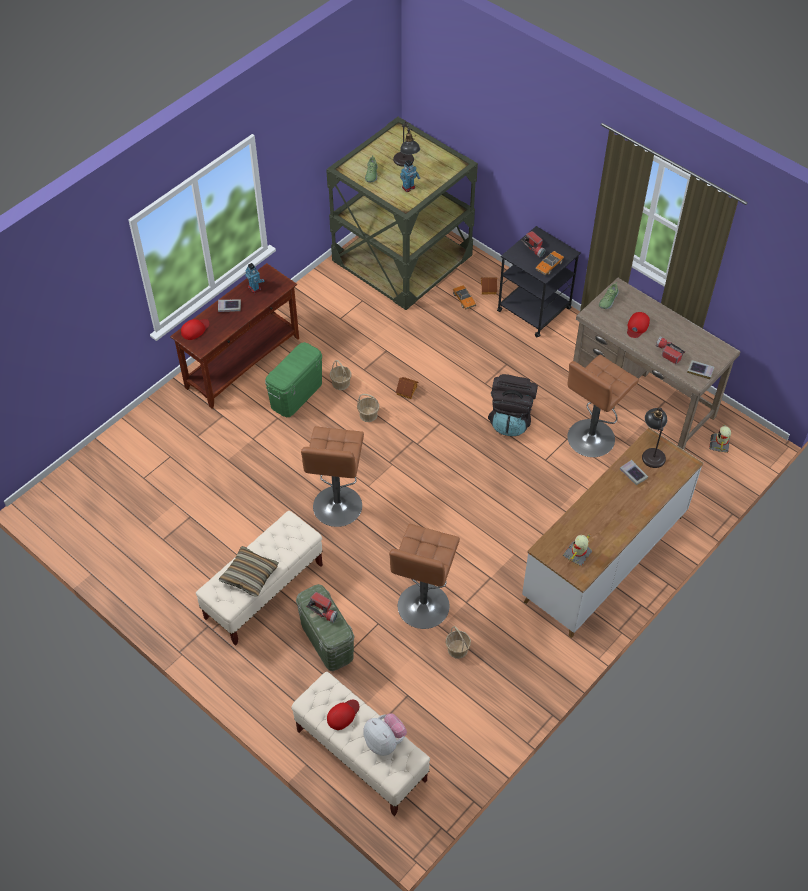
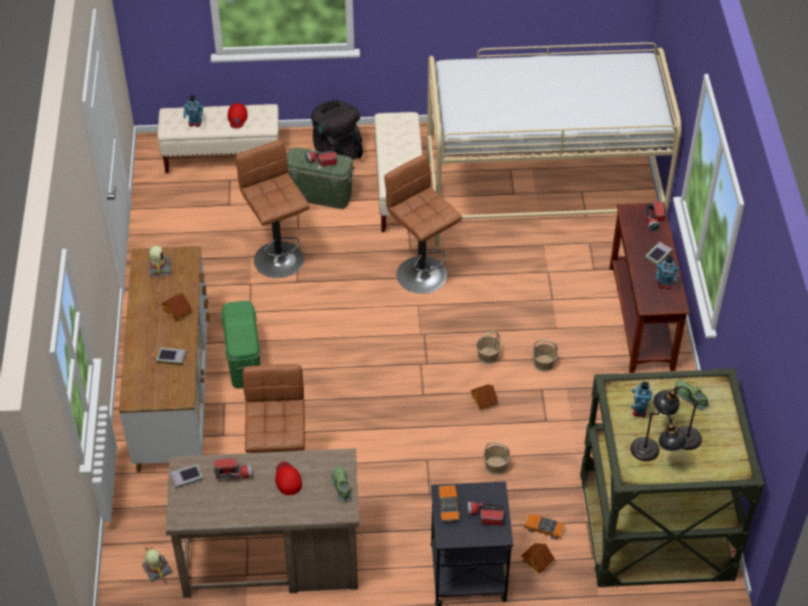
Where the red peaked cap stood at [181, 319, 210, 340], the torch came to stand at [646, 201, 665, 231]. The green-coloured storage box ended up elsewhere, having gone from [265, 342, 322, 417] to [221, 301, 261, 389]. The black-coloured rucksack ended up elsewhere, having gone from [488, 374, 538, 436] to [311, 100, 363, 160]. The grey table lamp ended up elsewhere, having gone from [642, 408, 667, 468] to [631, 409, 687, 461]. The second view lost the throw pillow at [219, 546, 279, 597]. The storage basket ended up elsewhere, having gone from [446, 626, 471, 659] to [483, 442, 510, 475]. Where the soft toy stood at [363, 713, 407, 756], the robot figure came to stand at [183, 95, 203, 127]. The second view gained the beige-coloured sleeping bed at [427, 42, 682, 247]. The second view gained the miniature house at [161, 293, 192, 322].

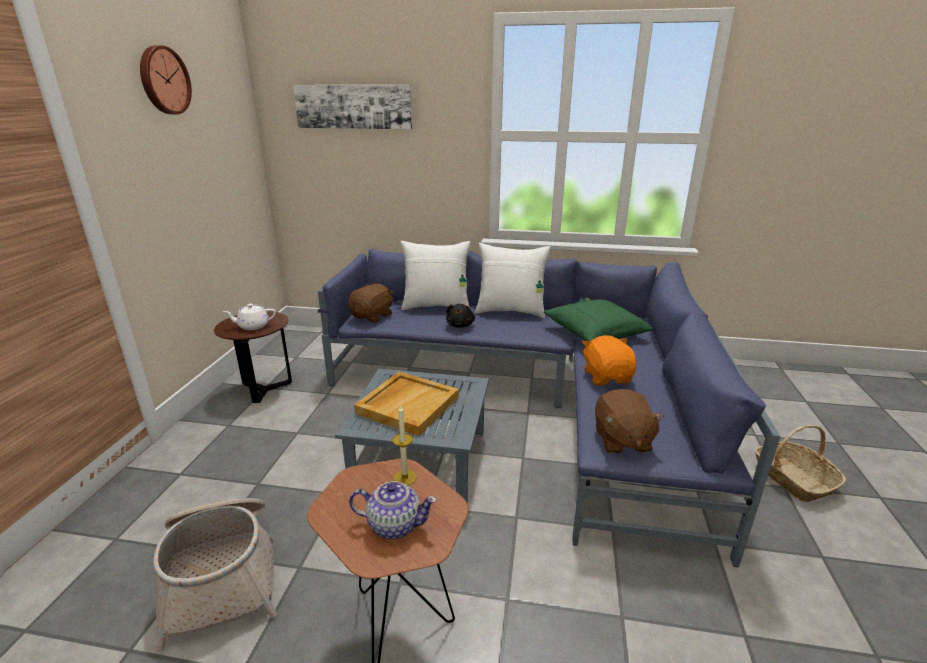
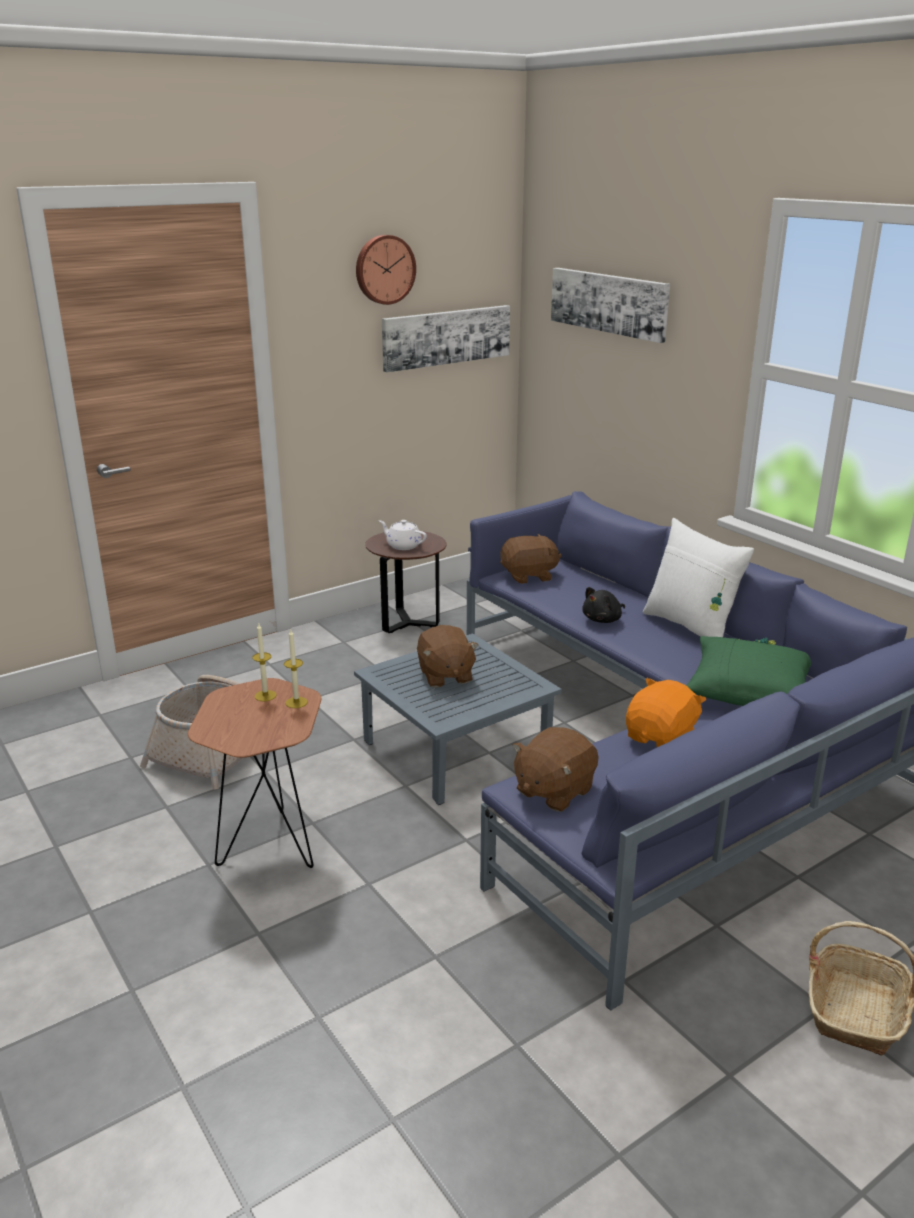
The second view lost the white throw pillow at [400, 241, 470, 310]. Where the beige-coloured carrying tray stood at [354, 372, 459, 436], the brown-coloured soft toy came to stand at [417, 625, 479, 688]. The second view lost the tea pot at [349, 481, 437, 539]. The second view gained the wall art at [382, 305, 510, 372]. The second view gained the wax light at [252, 624, 276, 701].

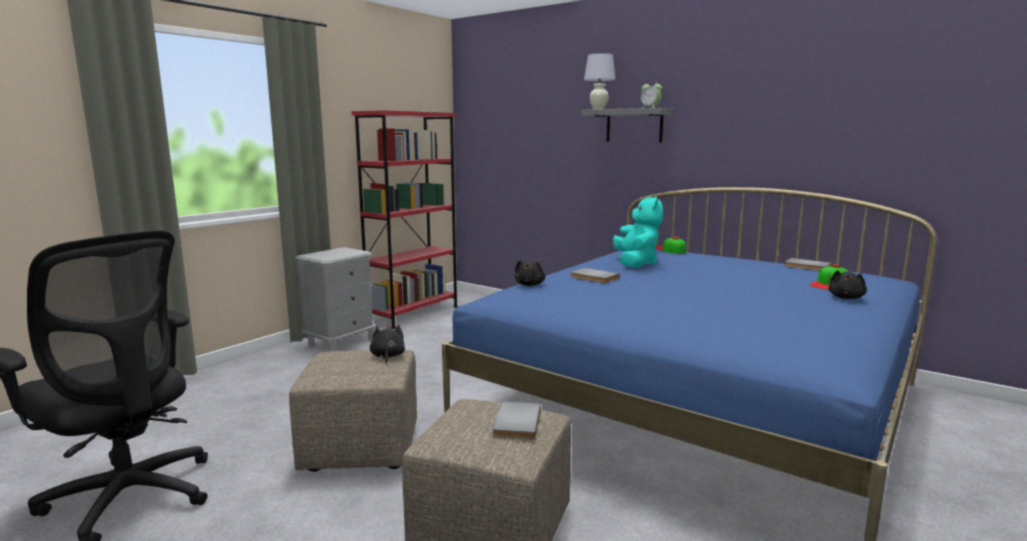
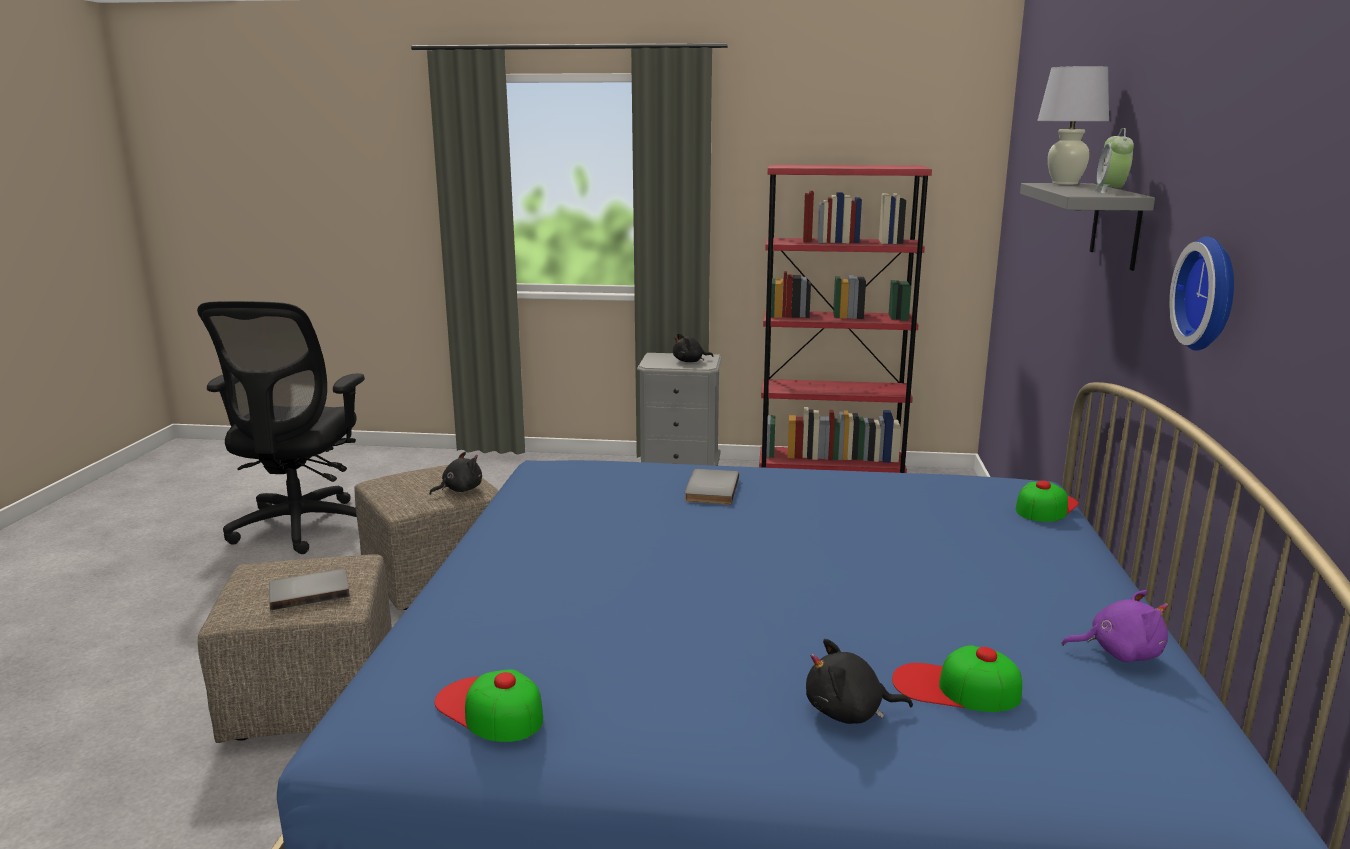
The second view lost the turquoise soft toy at [613, 195, 663, 268]. Where the grey volume stood at [785, 258, 832, 271], the purplish soft toy came to stand at [1062, 590, 1168, 662]. The black-coloured soft toy ended up elsewhere, having gone from [515, 260, 545, 286] to [673, 333, 714, 362]. The second view gained the hanging clock at [1169, 237, 1234, 351]. The second view gained the peaked cap at [434, 669, 543, 742].

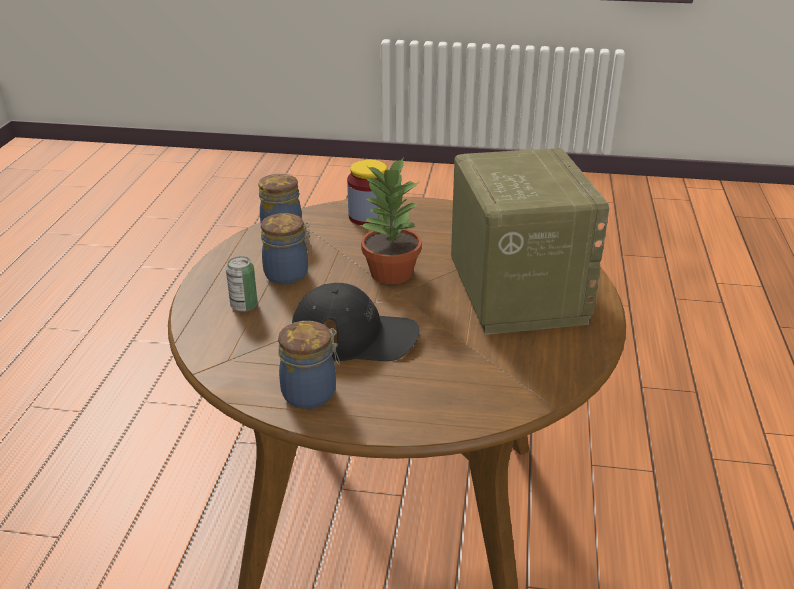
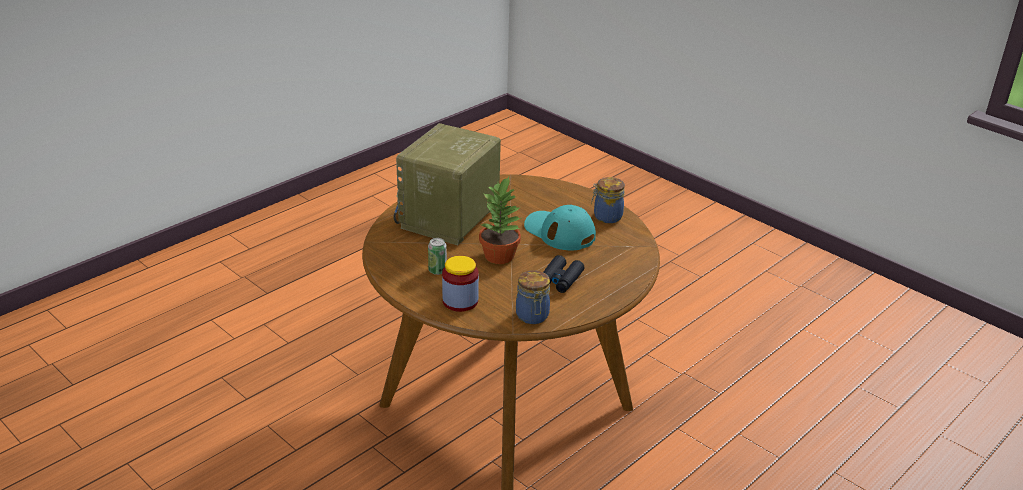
Where the preserve jar stood at [261, 213, 313, 285], the black-coloured field glasses came to stand at [543, 255, 584, 293]. The metal can ended up elsewhere, having gone from [226, 256, 258, 312] to [428, 238, 447, 275]. What was the black-coloured peaked cap at [292, 283, 420, 361] turned into the turquoise peaked cap at [524, 204, 596, 250].

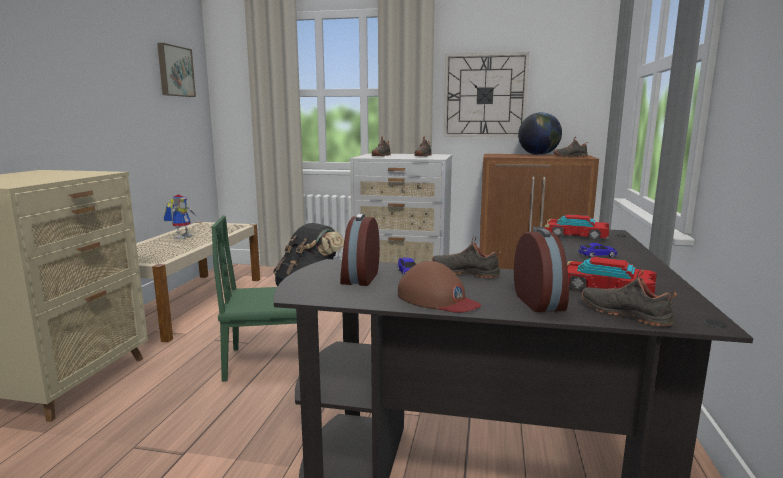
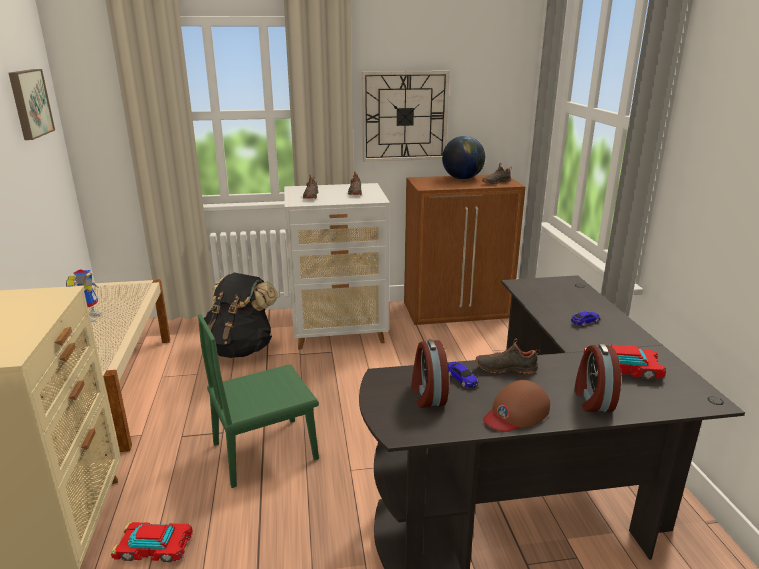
The toy car ended up elsewhere, having gone from [544, 214, 609, 240] to [111, 522, 193, 562]. The bedside clock at [514, 229, 569, 312] ended up facing another way, 150 degrees counterclockwise from before. The brown-coloured peaked cap at [398, 261, 481, 313] ended up facing another way, 120 degrees clockwise from before. The second view lost the black-coloured low shoe at [582, 270, 677, 327].

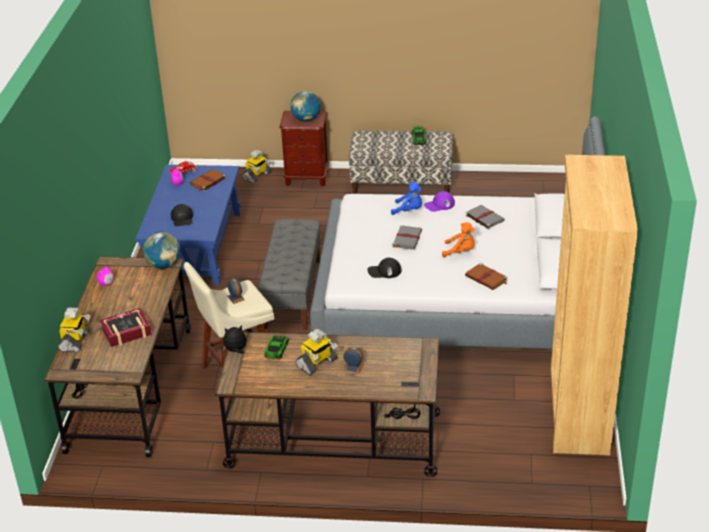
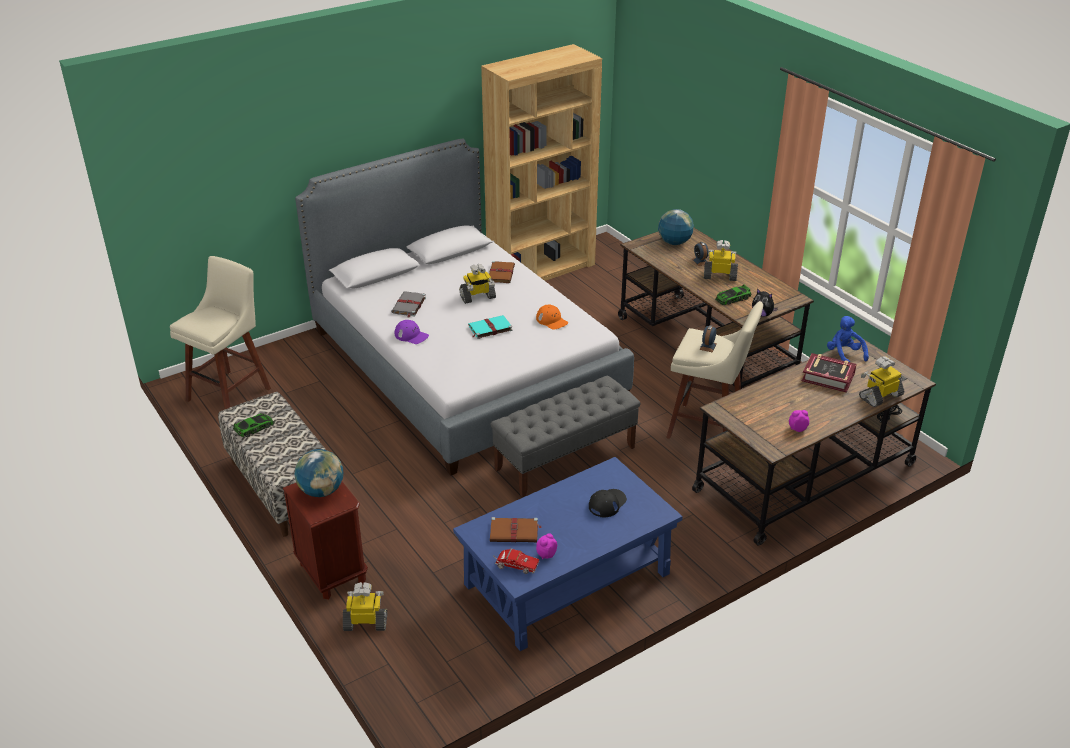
The bluish soft toy ended up elsewhere, having gone from [391, 182, 422, 215] to [827, 316, 869, 362]. Where the orange soft toy stood at [442, 222, 475, 257], the robot figure came to stand at [459, 264, 496, 304]. What was the grey volume at [392, 225, 422, 250] turned into the turquoise volume at [468, 315, 512, 339]. The globe ended up elsewhere, having gone from [143, 232, 180, 269] to [658, 209, 694, 245]. What was the black-coloured peaked cap at [367, 258, 401, 278] turned into the orange peaked cap at [536, 305, 568, 330]. The second view gained the beige-coloured sitting stool at [170, 256, 271, 409].

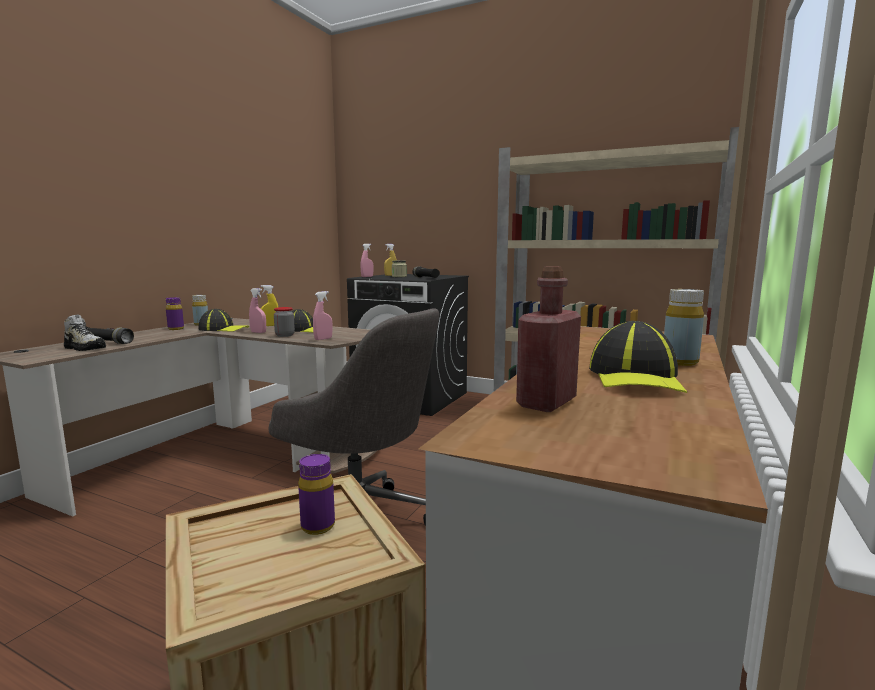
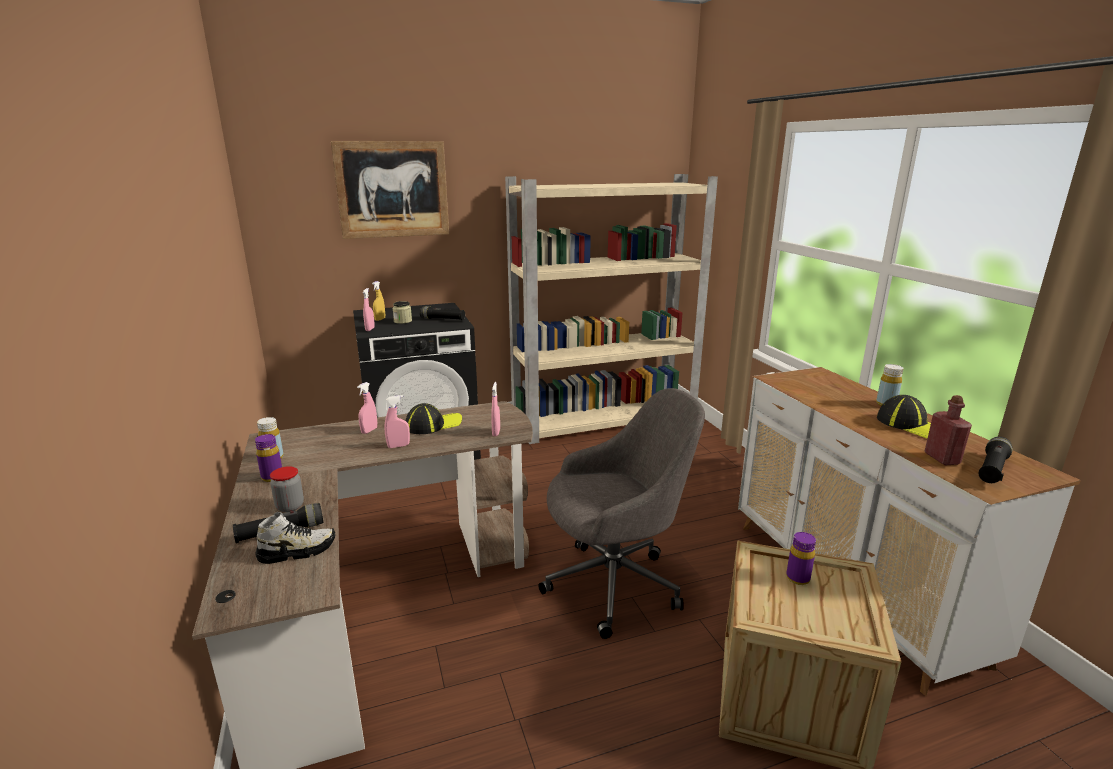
What was the yellow-coloured hand sprayer at [261, 285, 278, 326] turned into the pink hand sprayer at [357, 382, 377, 434]. The preserve jar ended up elsewhere, having gone from [274, 307, 295, 337] to [270, 466, 304, 512]. The second view lost the peaked cap at [199, 309, 249, 332]. The second view gained the wall art at [331, 141, 449, 239]. The second view gained the black-coloured torch at [979, 437, 1013, 483].

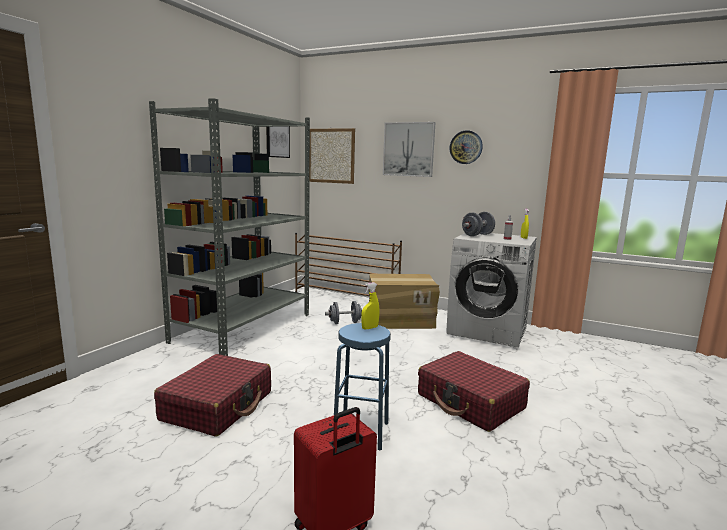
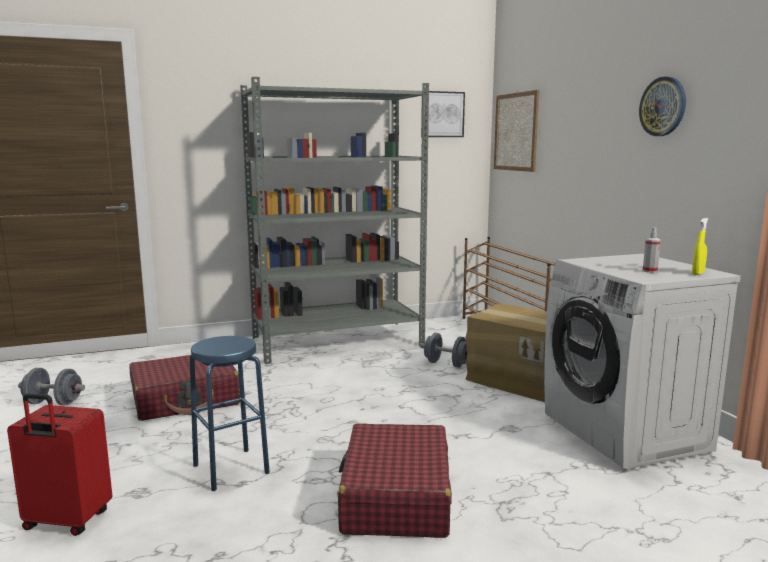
The second view lost the wall art at [383, 122, 436, 177]. The grey dumbbell ended up elsewhere, having gone from [462, 212, 495, 236] to [18, 368, 85, 405]. The second view lost the yellow-coloured hand sprayer at [361, 282, 379, 330].

